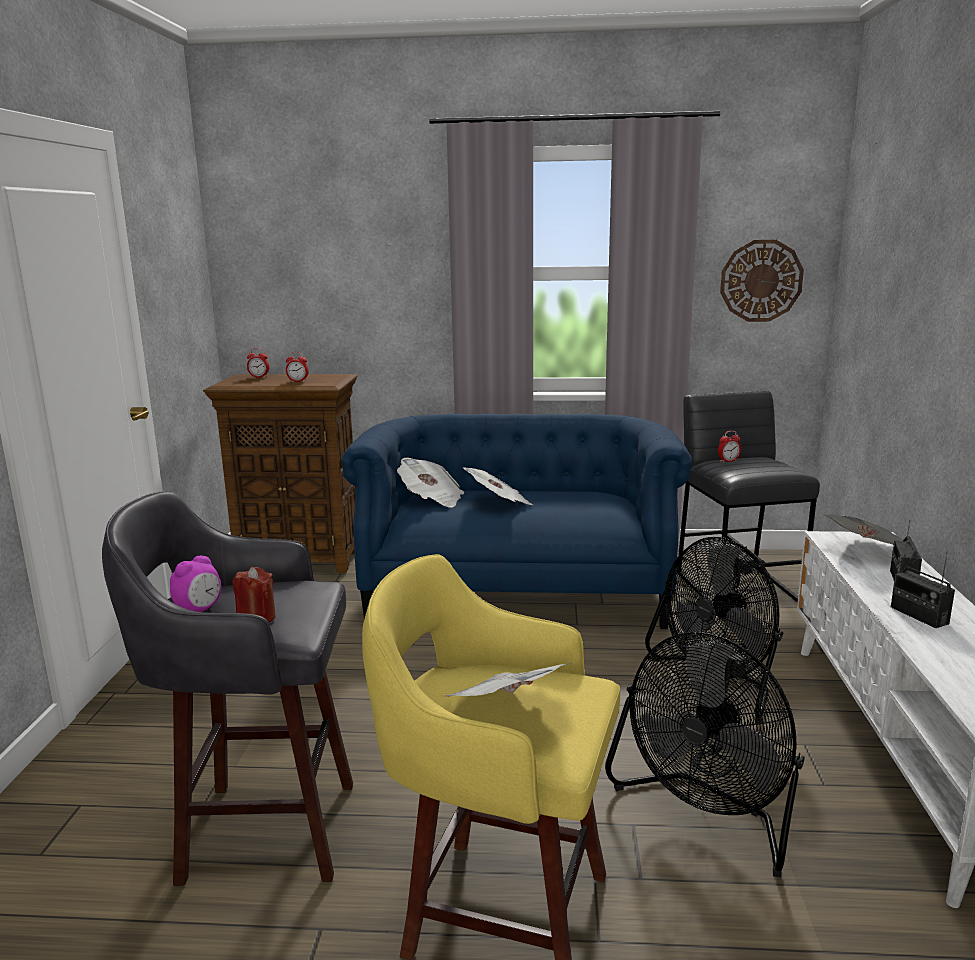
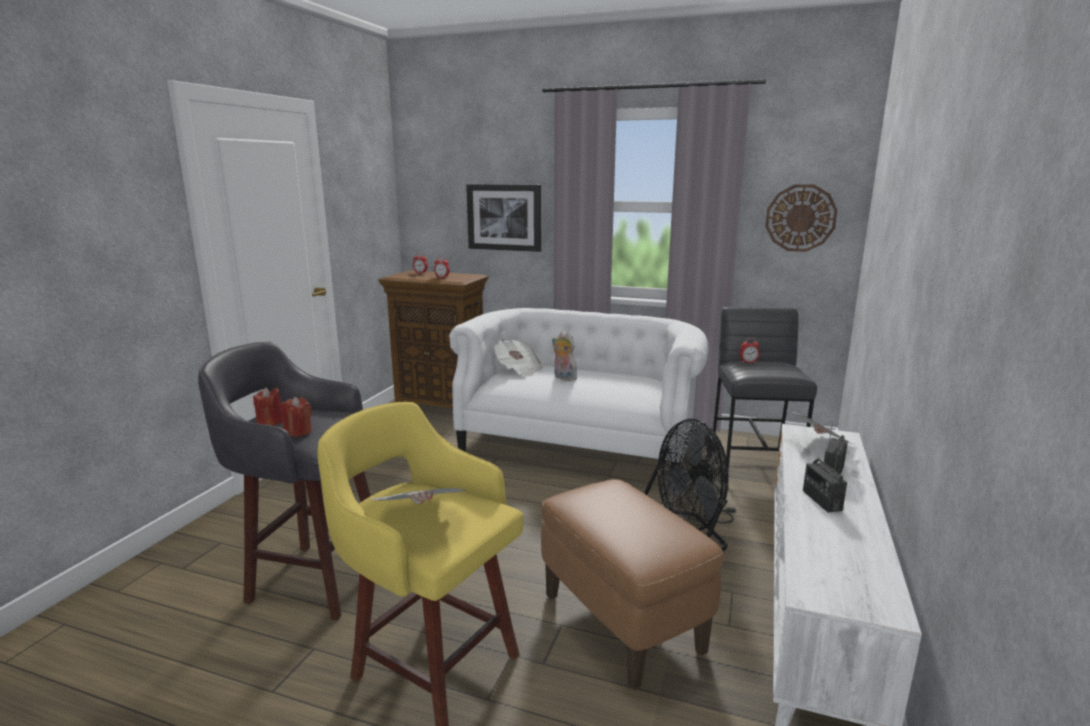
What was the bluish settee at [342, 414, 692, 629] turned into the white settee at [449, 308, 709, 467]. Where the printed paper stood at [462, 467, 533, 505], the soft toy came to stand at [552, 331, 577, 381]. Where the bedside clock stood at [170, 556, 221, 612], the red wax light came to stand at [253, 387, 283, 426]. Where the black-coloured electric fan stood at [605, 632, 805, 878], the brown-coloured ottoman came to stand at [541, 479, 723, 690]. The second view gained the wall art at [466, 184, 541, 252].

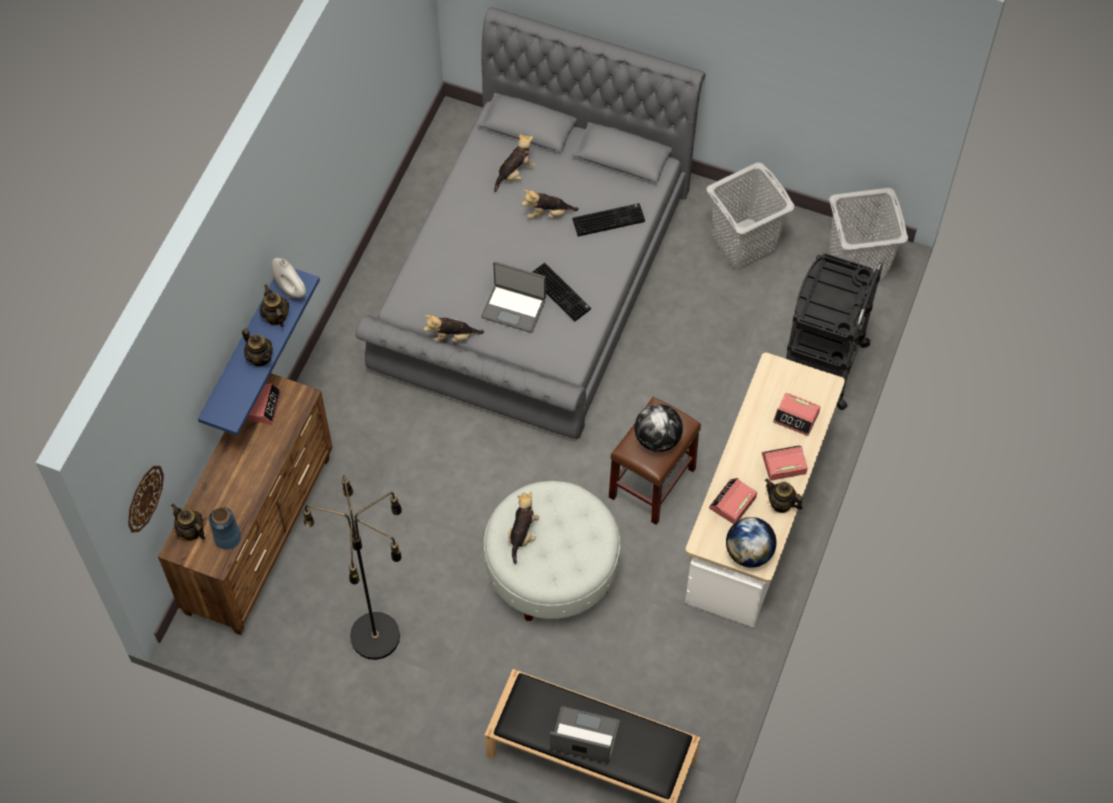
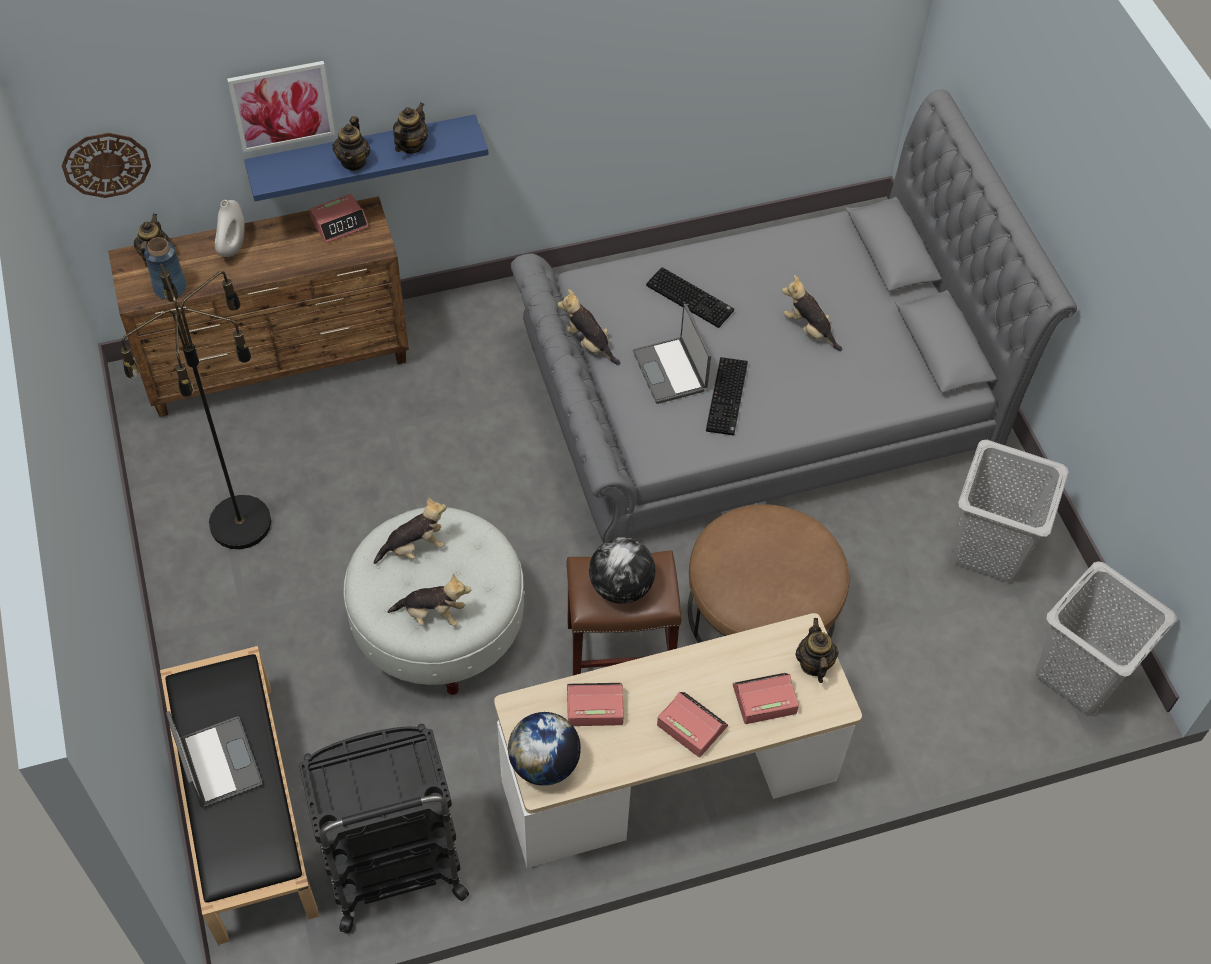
The soft toy ended up elsewhere, having gone from [494, 133, 535, 192] to [388, 574, 471, 626]. The computer keyboard ended up elsewhere, having gone from [572, 203, 645, 236] to [646, 267, 734, 328]. The black-coloured wheeled cart ended up elsewhere, having gone from [786, 253, 883, 410] to [299, 724, 469, 933]. The white decorative vase ended up elsewhere, having gone from [271, 258, 306, 298] to [215, 200, 245, 257]. The bedside clock at [773, 393, 820, 436] ended up facing another way, 90 degrees clockwise from before. The tea pot ended up elsewhere, having gone from [765, 479, 803, 513] to [796, 618, 839, 683]. The second view gained the wall art at [227, 61, 335, 152]. The second view gained the brown-coloured ottoman at [688, 504, 849, 643].

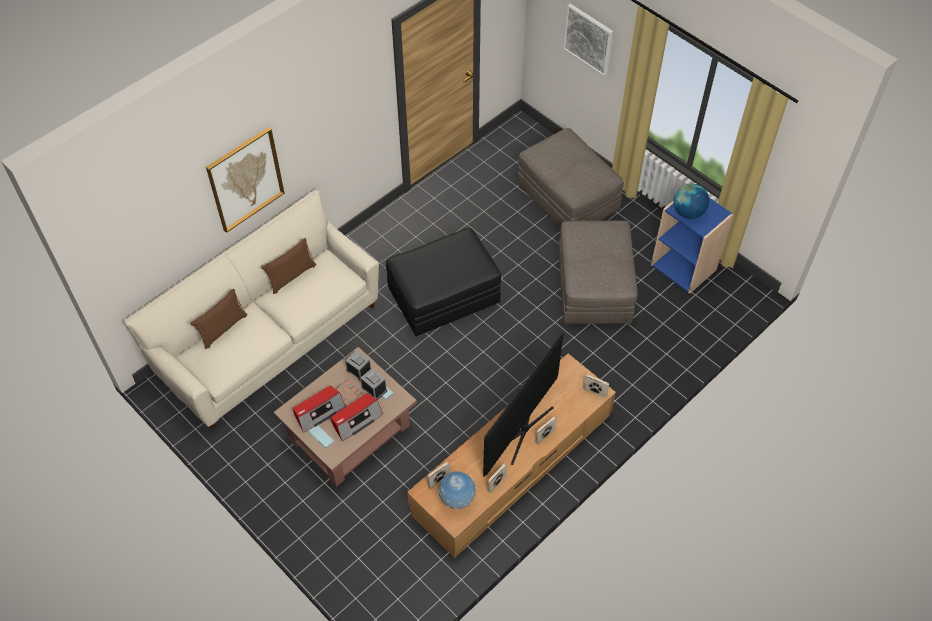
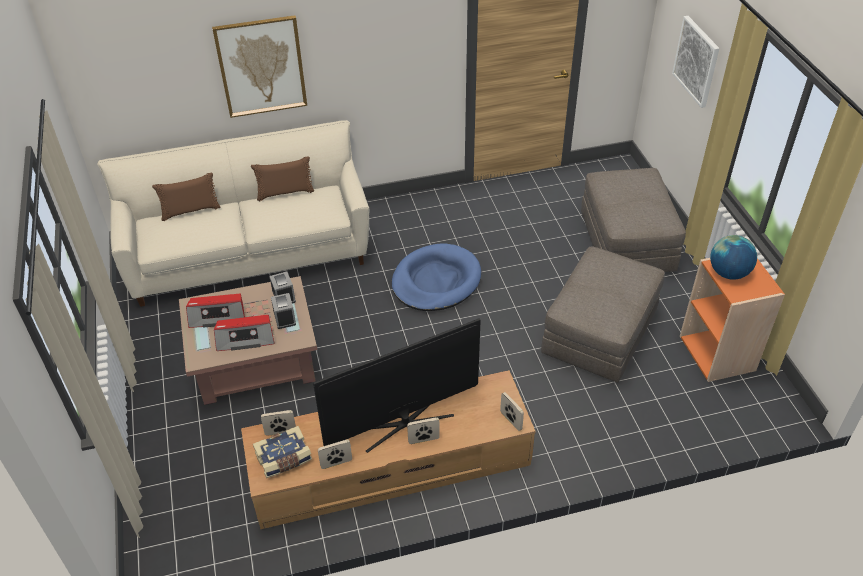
What was the bluish shelving unit at [651, 198, 734, 294] turned into the orange shelving unit at [680, 258, 785, 382]. Where the black-coloured ottoman stood at [386, 228, 501, 336], the bluish dog cushion came to stand at [392, 243, 481, 311]. Where the globe stood at [439, 471, 476, 509], the volume came to stand at [253, 426, 312, 478].

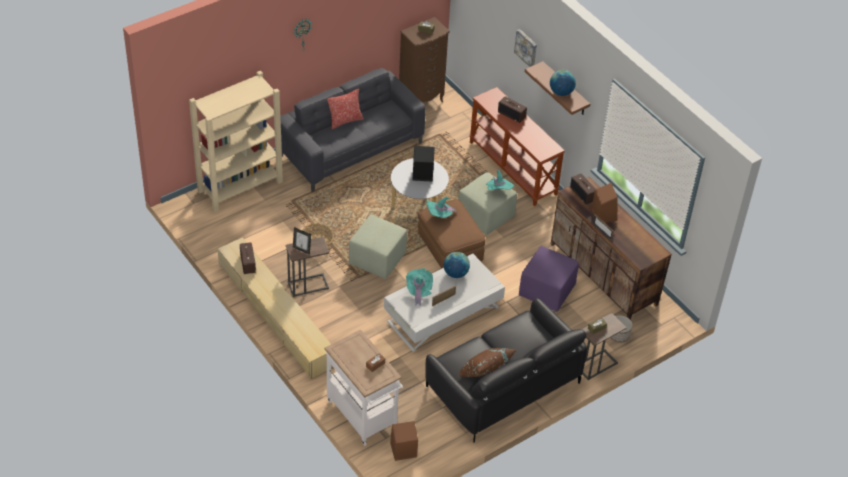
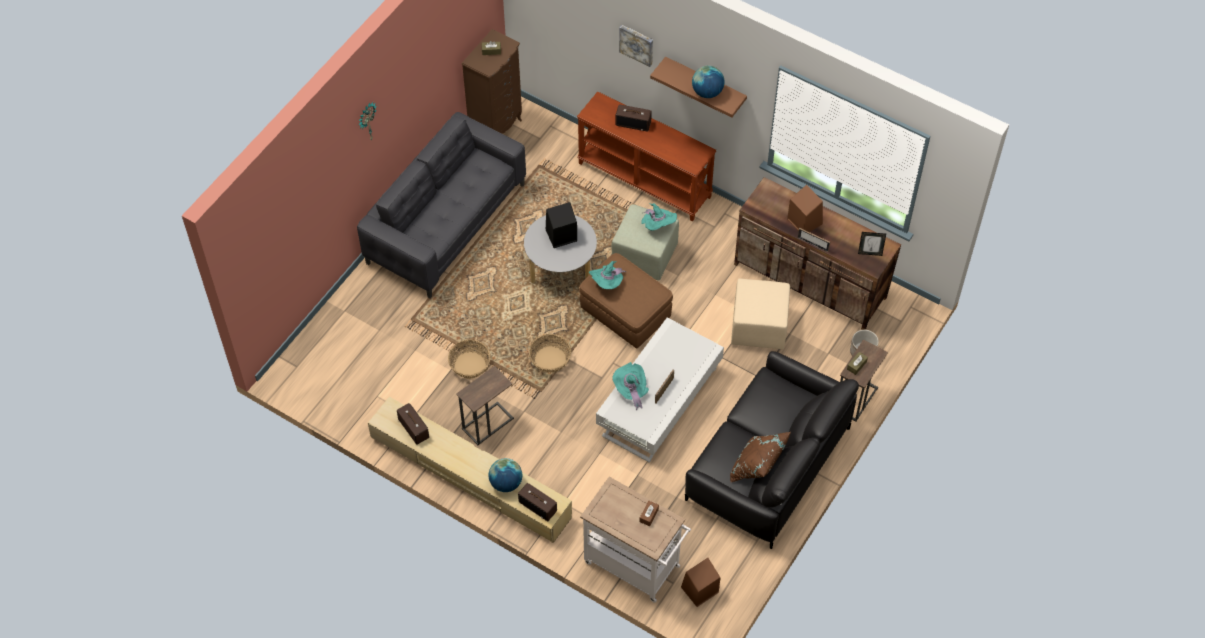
The second view lost the beige-coloured shelving unit at [189, 71, 283, 212]. The second view lost the throw pillow at [327, 89, 364, 129]. The radio receiver ended up elsewhere, having gone from [570, 174, 596, 205] to [518, 483, 557, 521]. Where the green-coloured ottoman stood at [349, 215, 407, 279], the storage basket came to stand at [529, 334, 571, 373]. The standing frame ended up elsewhere, having gone from [293, 227, 311, 255] to [858, 232, 886, 256]. What was the purplish ottoman at [519, 246, 579, 312] turned into the beige-coloured ottoman at [731, 278, 790, 349]. The globe ended up elsewhere, having gone from [444, 252, 470, 278] to [489, 458, 522, 492].

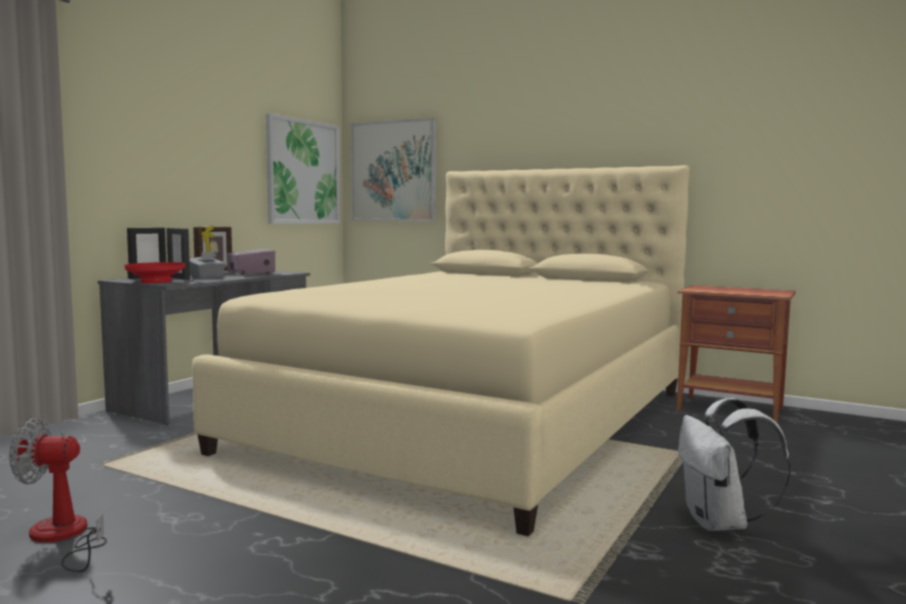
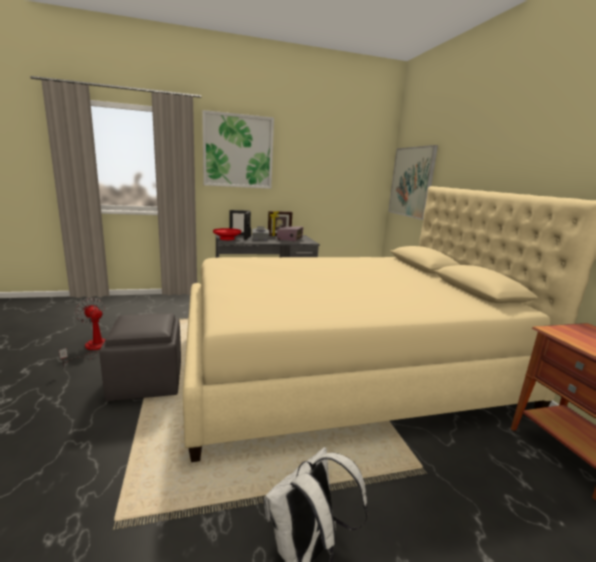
The wall art ended up elsewhere, having gone from [266, 113, 340, 224] to [202, 110, 274, 189]. The second view gained the grey ottoman at [99, 313, 181, 401].

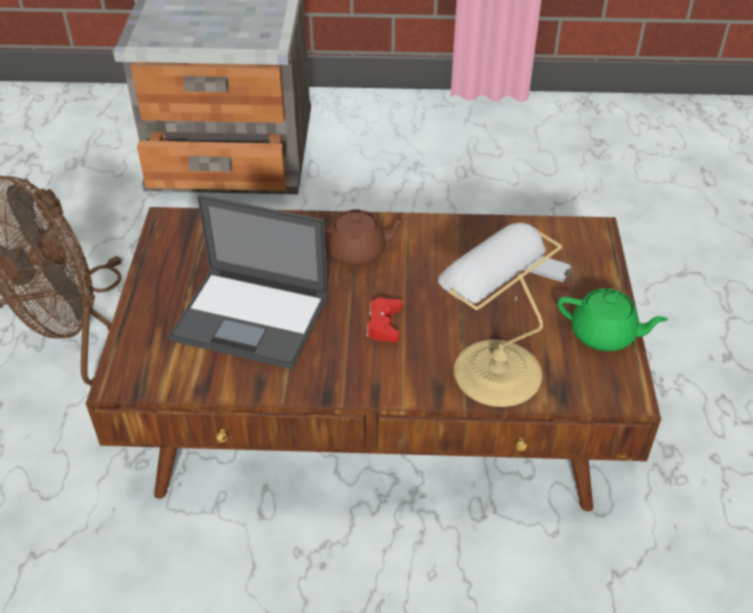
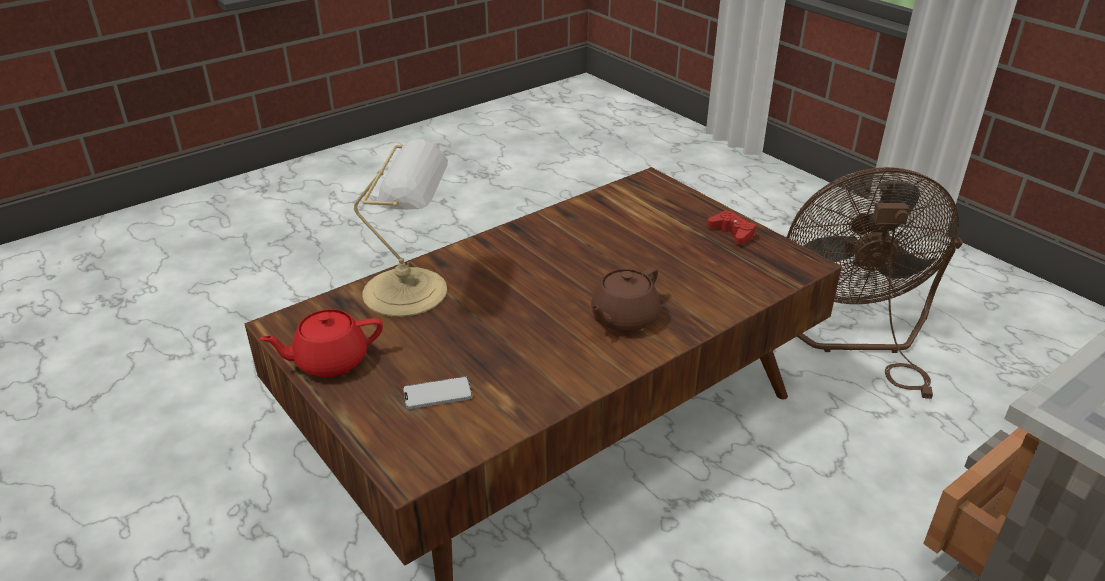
The second view lost the laptop at [168, 195, 329, 370]. What was the green-coloured tea pot at [558, 288, 668, 351] turned into the red tea pot at [259, 309, 383, 377]. The red joypad ended up elsewhere, having gone from [366, 297, 402, 342] to [707, 211, 756, 245].

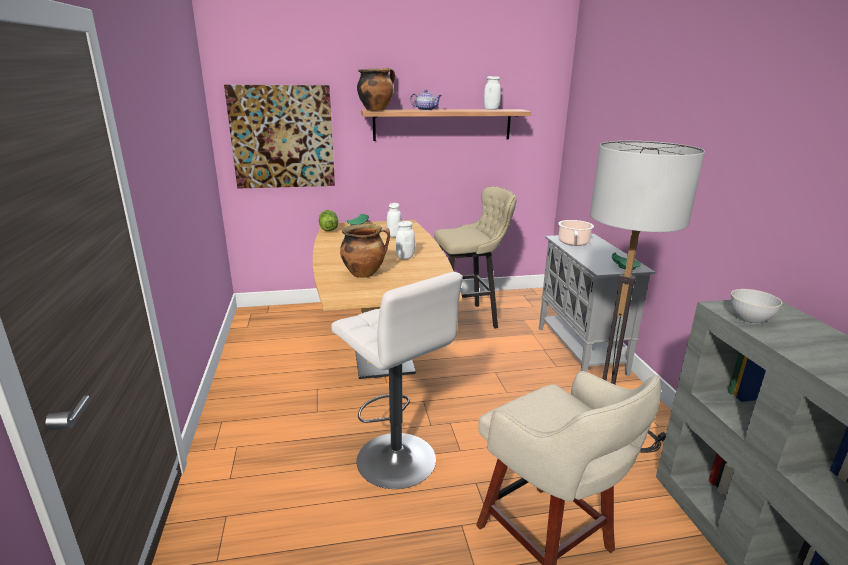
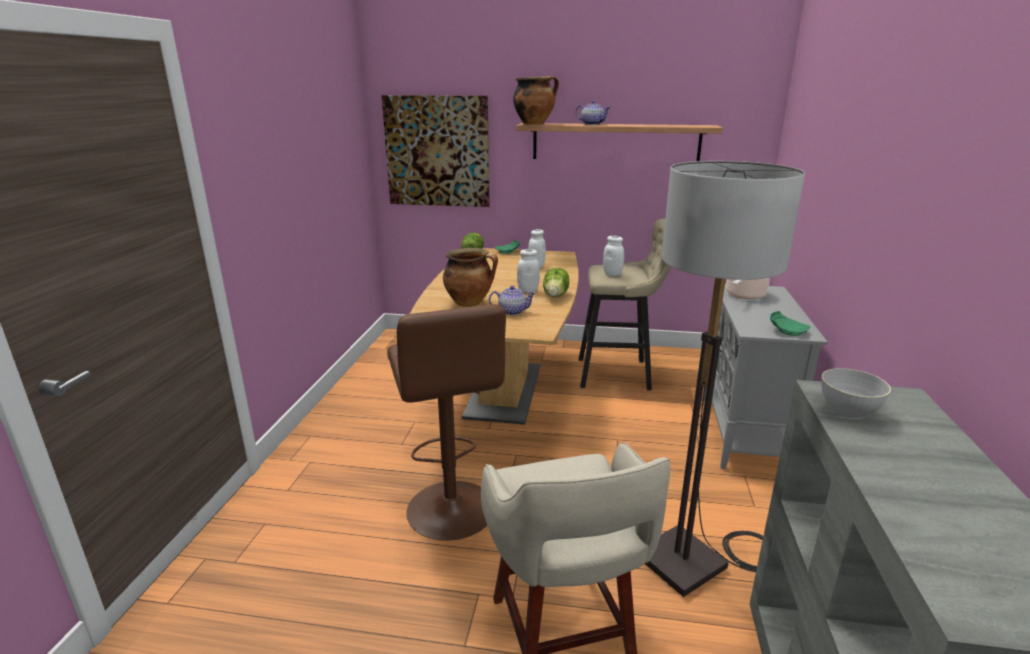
The white preserve jar ended up elsewhere, having gone from [484, 76, 501, 110] to [603, 236, 624, 276]. What was the white sitting stool at [331, 272, 463, 489] turned into the brown-coloured sitting stool at [387, 304, 506, 541]. The second view gained the head of lettuce at [543, 268, 569, 297]. The second view gained the tea pot at [489, 286, 536, 315].

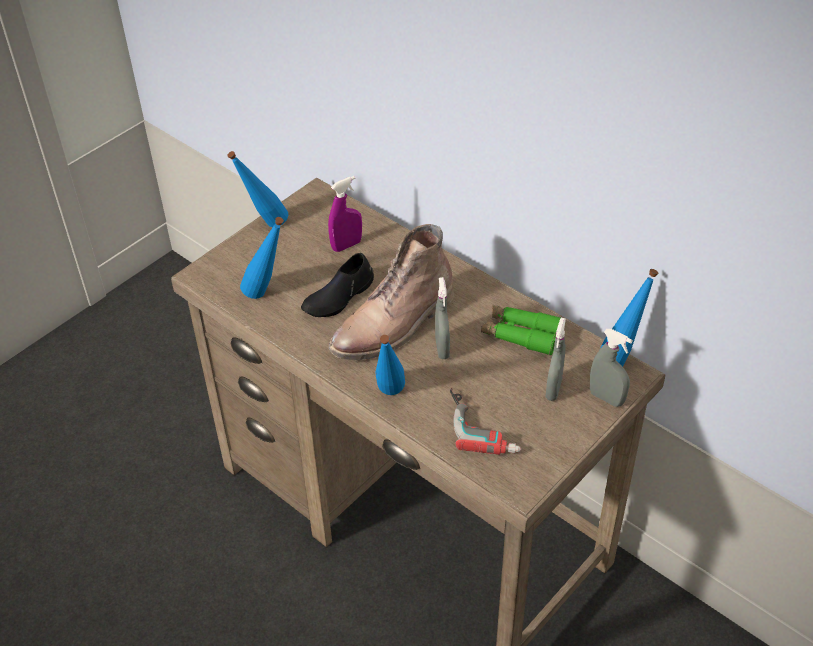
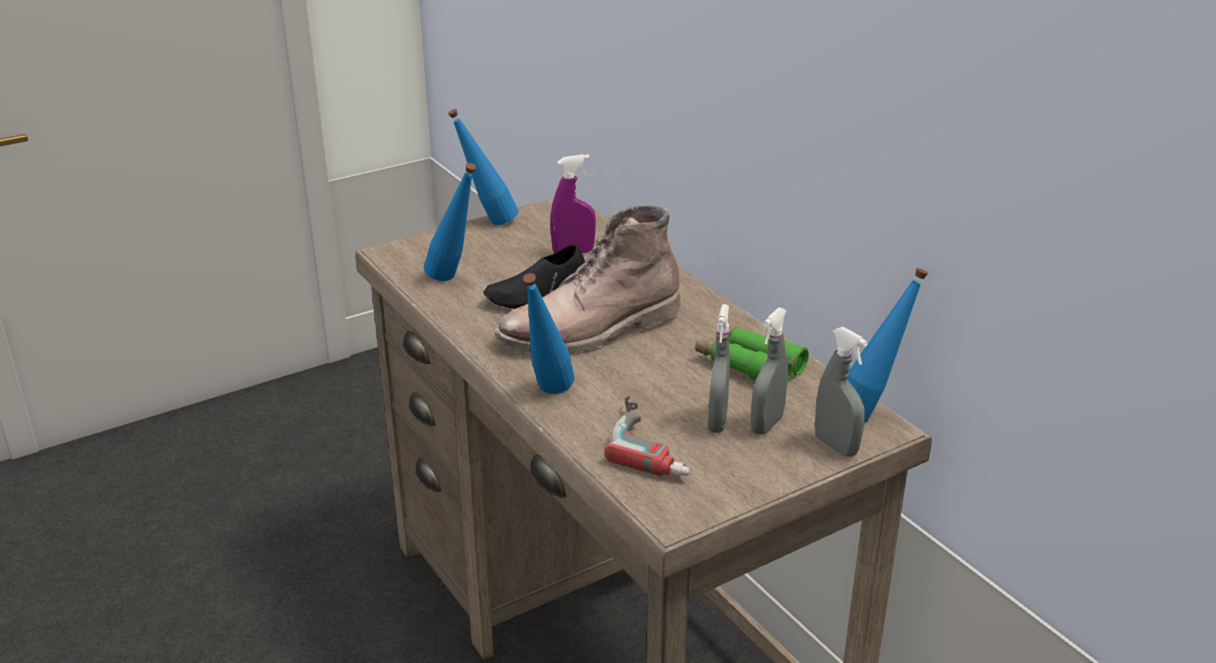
The grey hand sprayer ended up elsewhere, having gone from [435, 277, 450, 359] to [708, 304, 730, 433].

